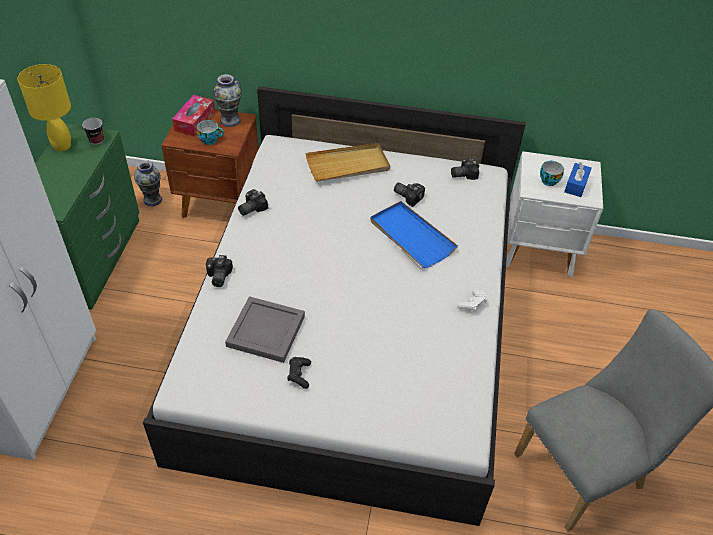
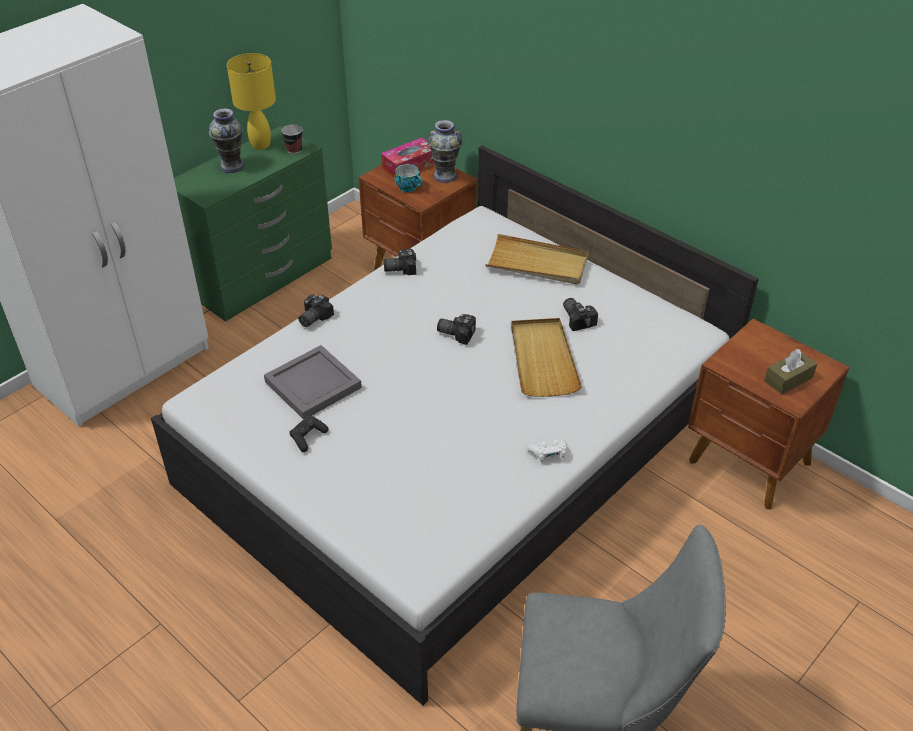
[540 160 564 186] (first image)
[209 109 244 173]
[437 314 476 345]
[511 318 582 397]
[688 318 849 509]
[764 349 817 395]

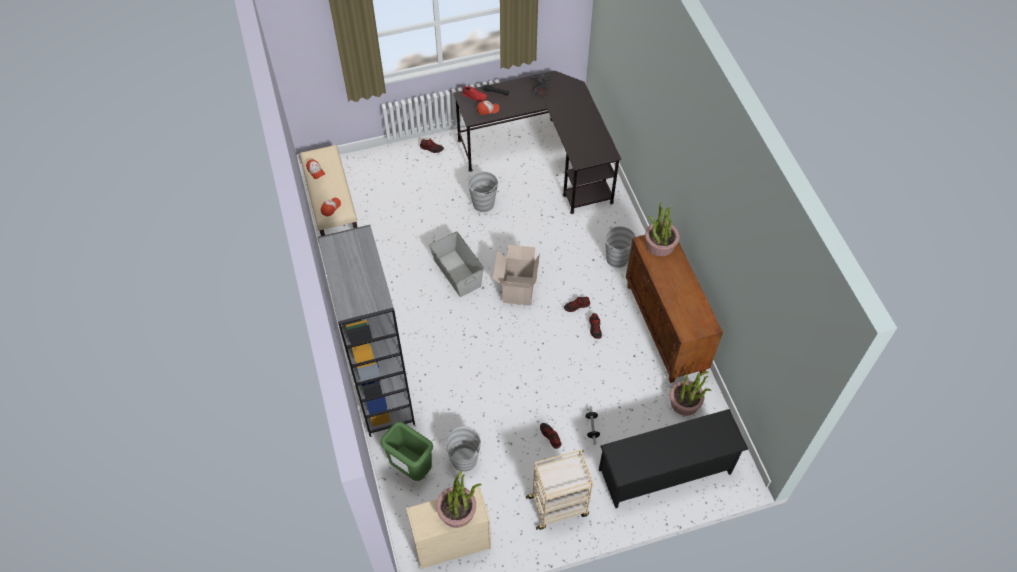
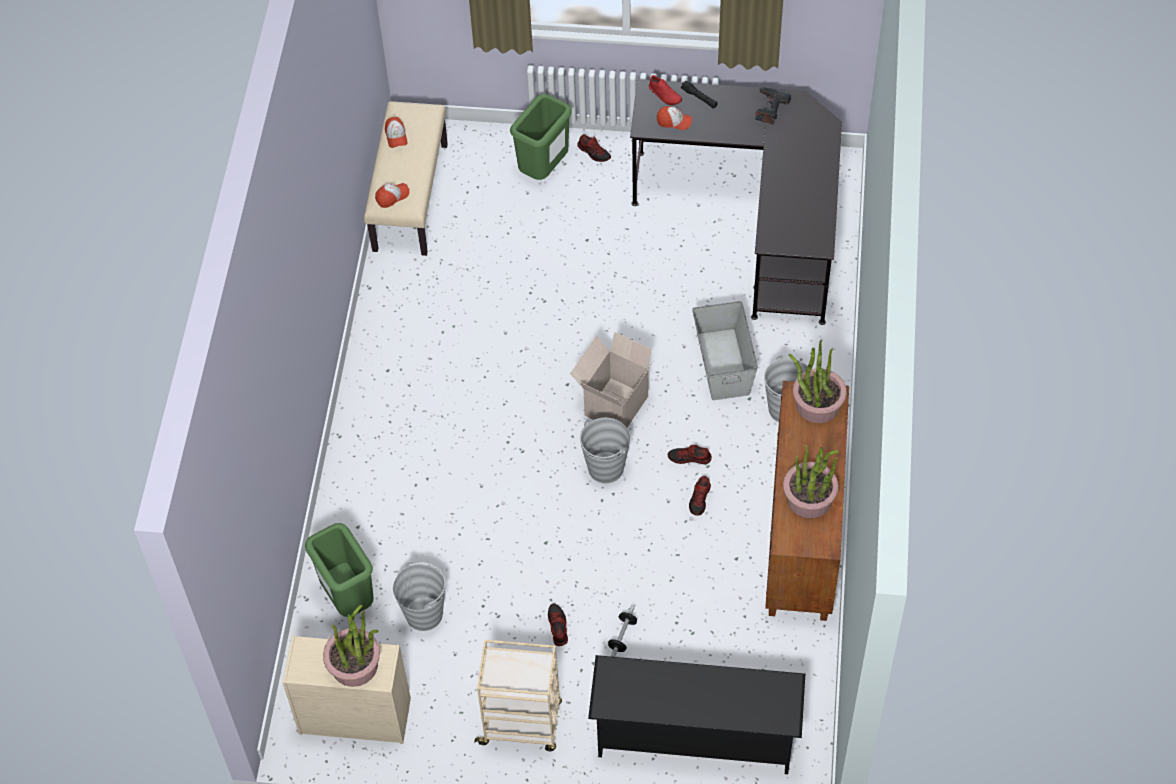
[317 225 415 437] (first image)
[510 94 572 180]
[692 301 758 400]
[580 418 630 483]
[783 445 839 518]

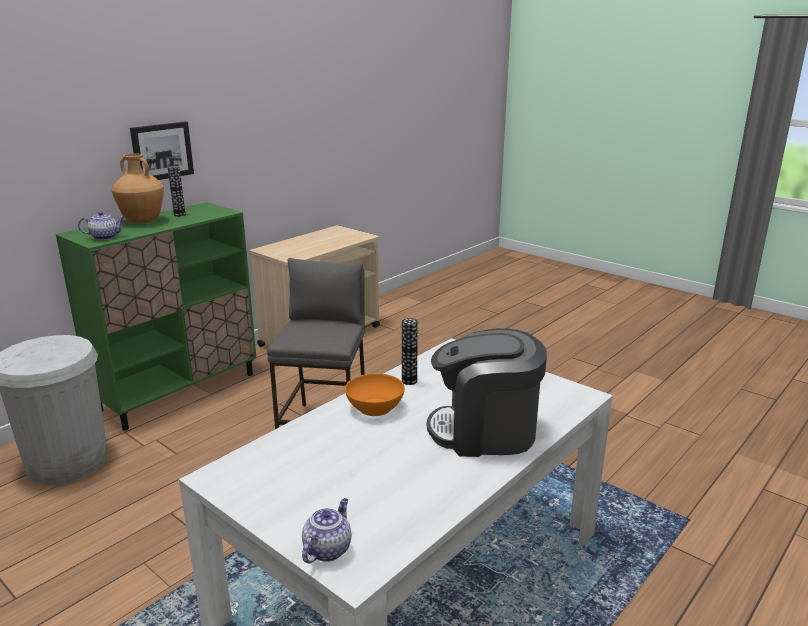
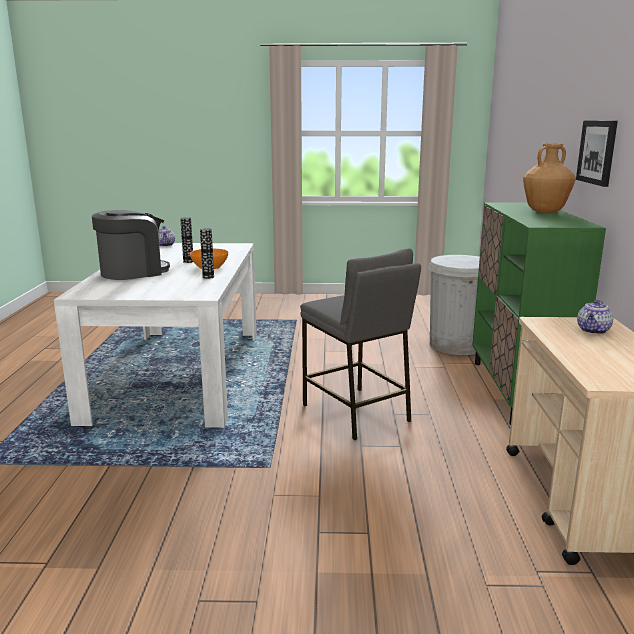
[577 300 613 334]
[180 217 193 263]

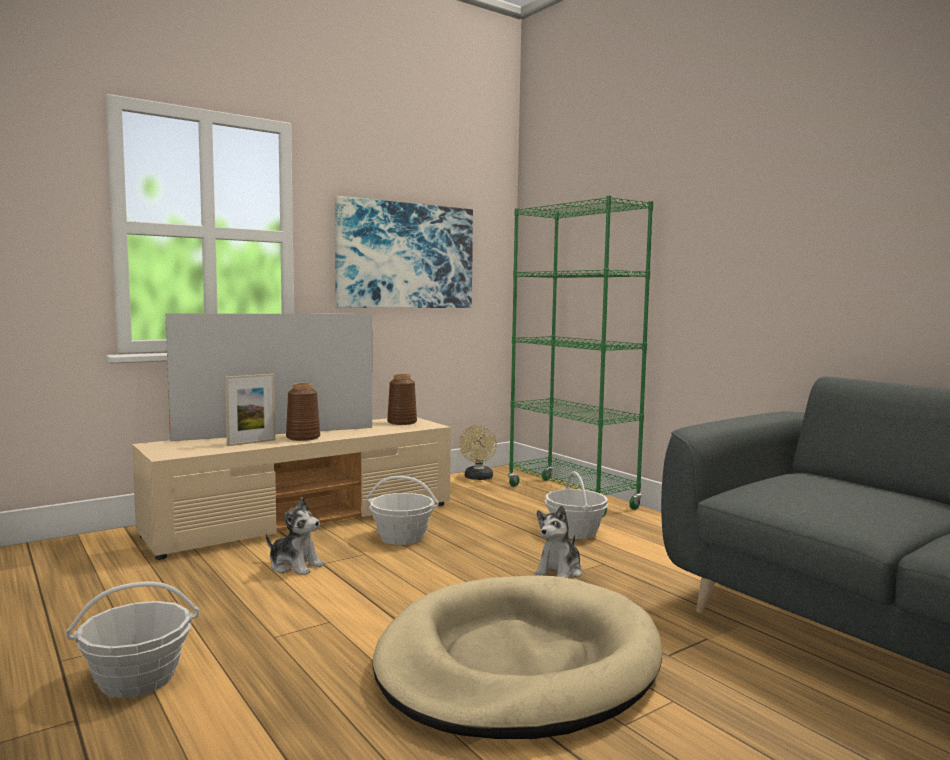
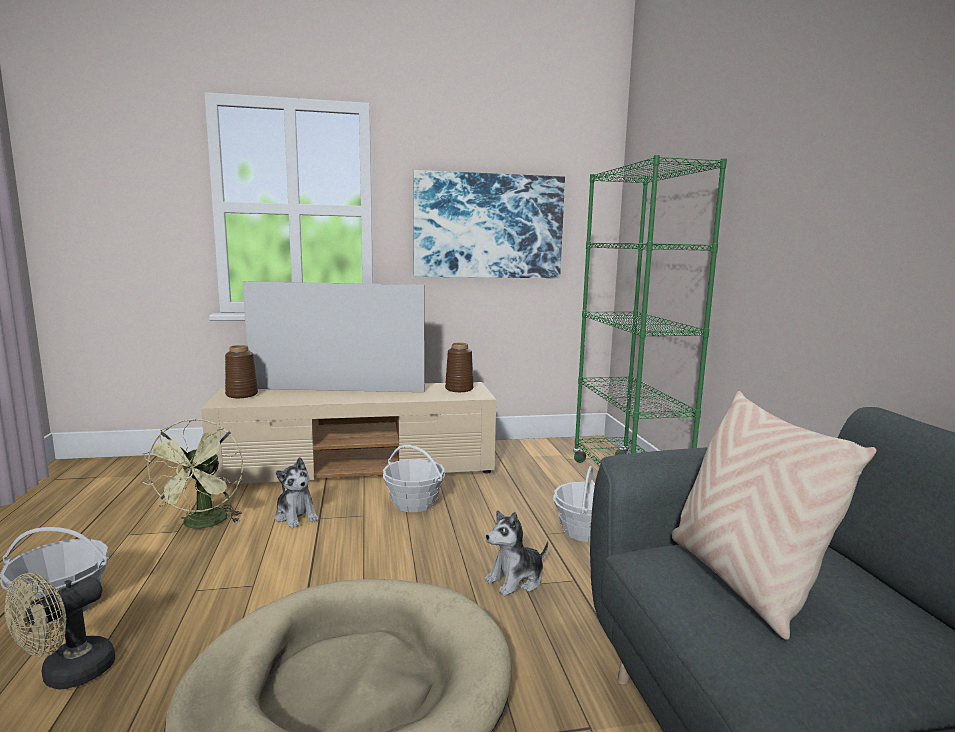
[225 374 275 446] (first image)
[142 418 243 529]
[672 391 877 640]
[225 345 258 398]
[4 573 115 690]

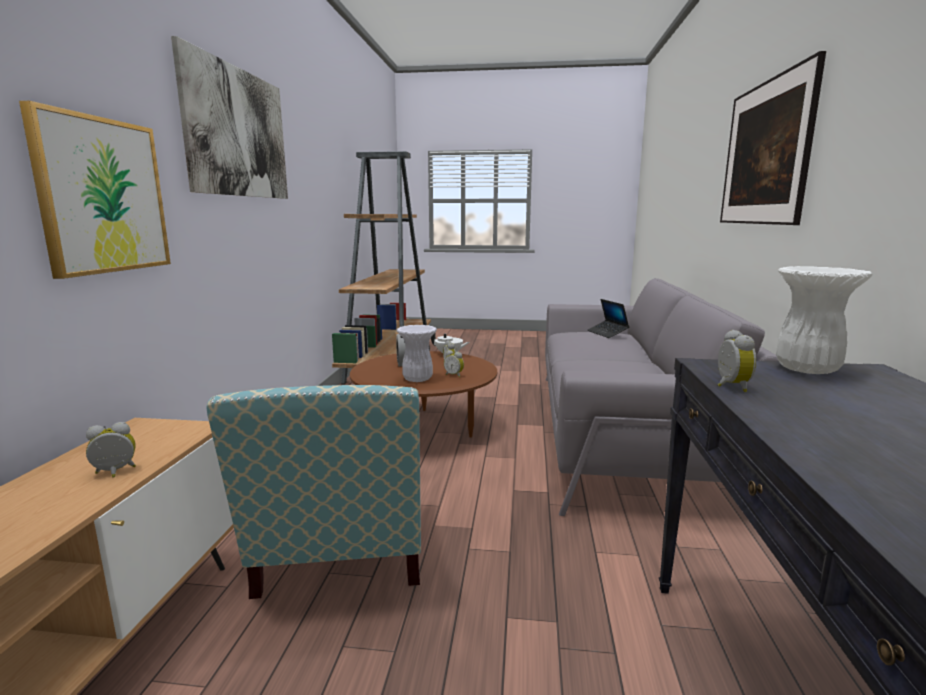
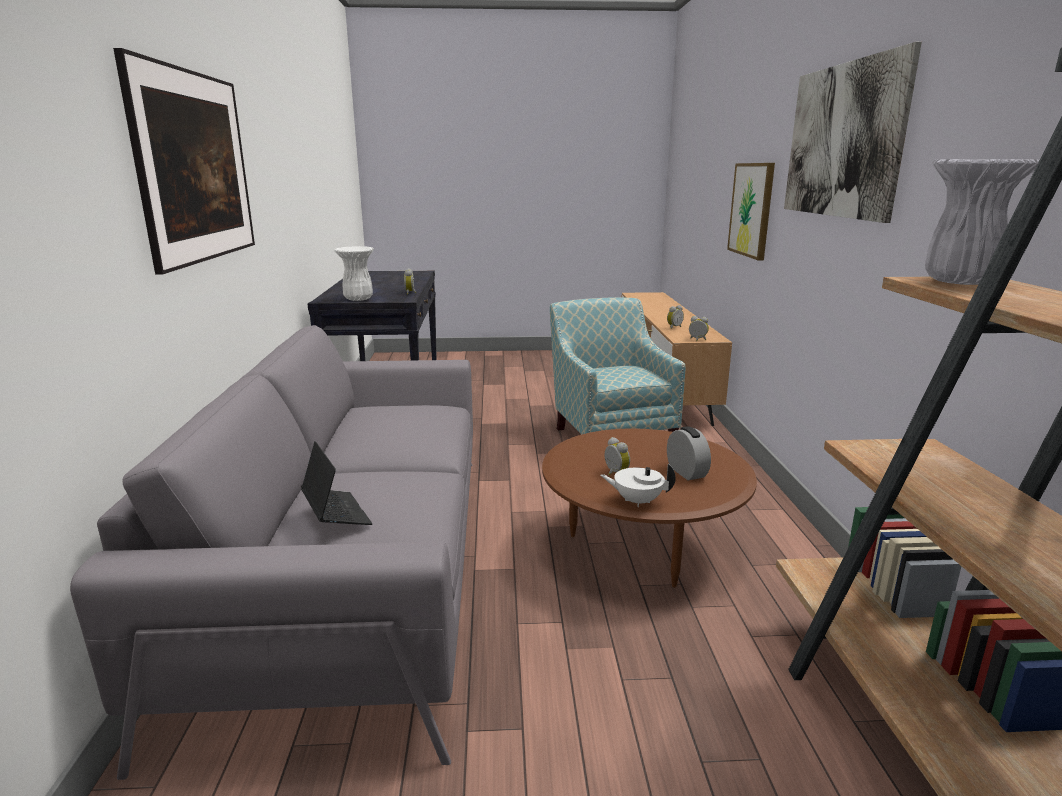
[925 159 1040 285]
[689 316 709 341]

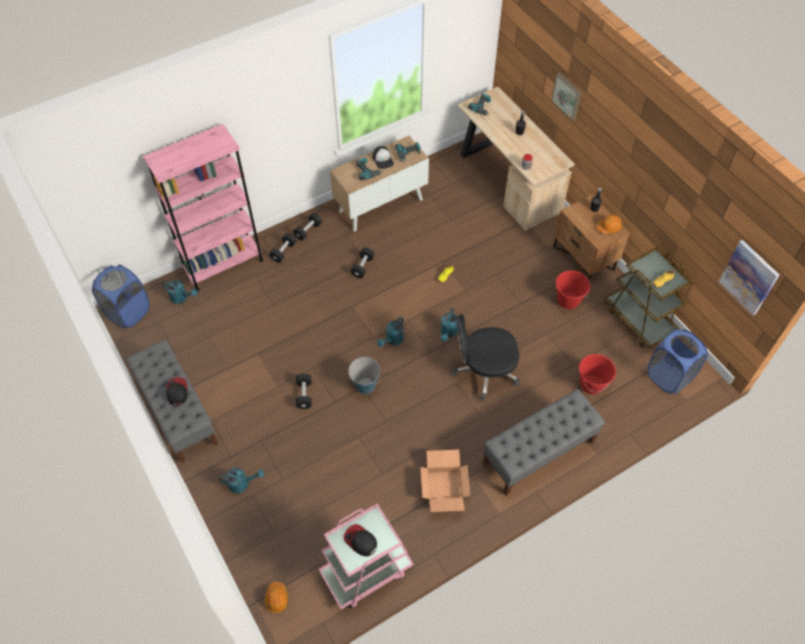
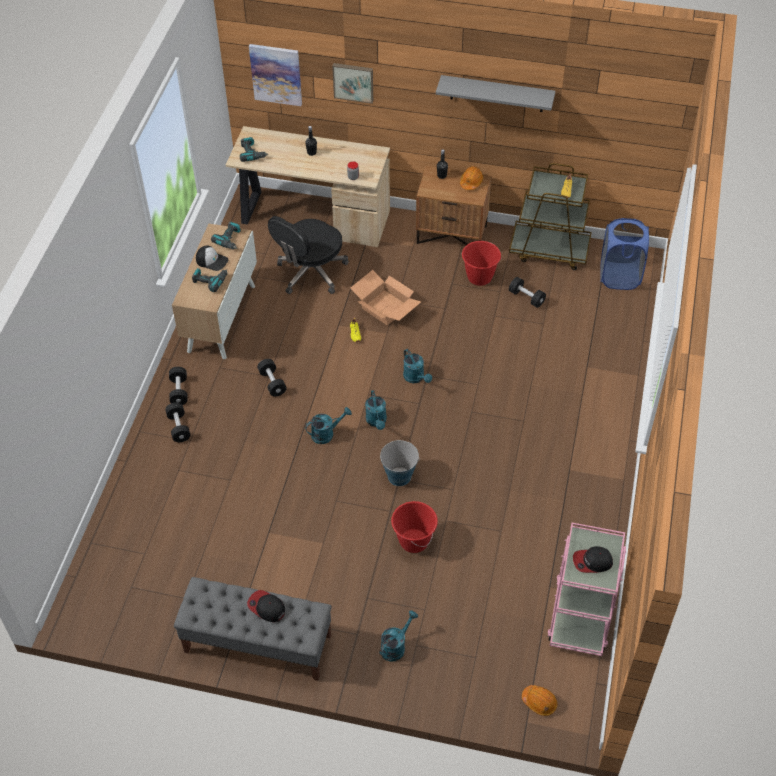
[92 265 149 328] (first image)
[143 124 263 292] (first image)
[483 389 605 496] (first image)
[436 75 555 112]
[305 407 352 444]
[509 277 546 308]
[350 270 421 325]
[268 216 349 294]
[391 501 438 553]
[249 44 302 106]

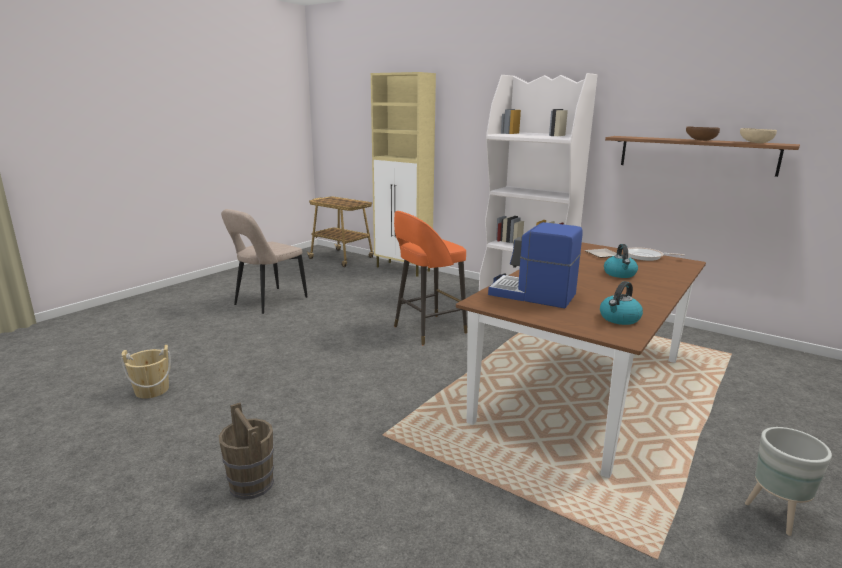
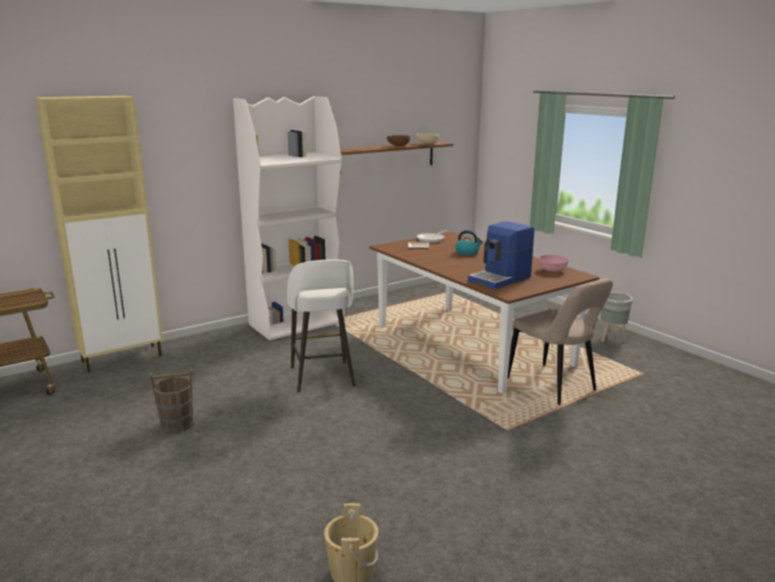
[149 368 194 433]
[508 278 613 405]
[538 255 568 272]
[287 259 356 393]

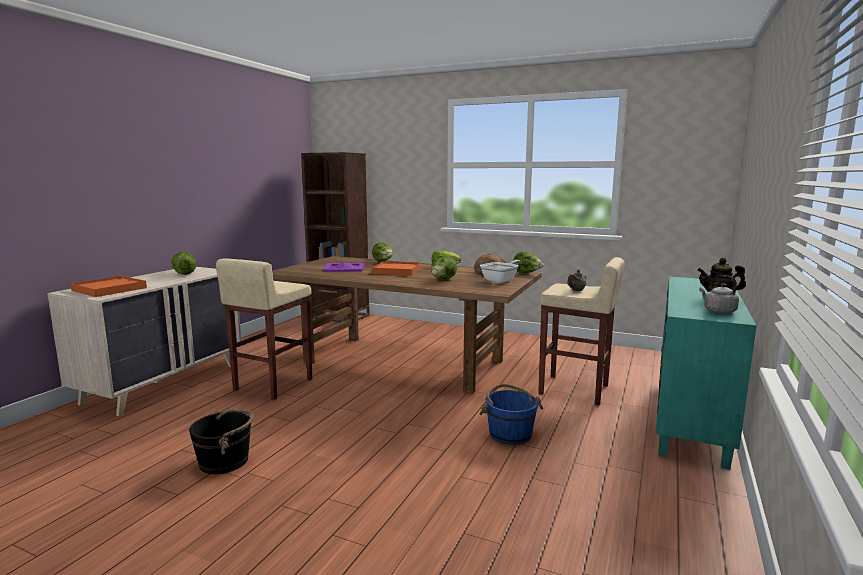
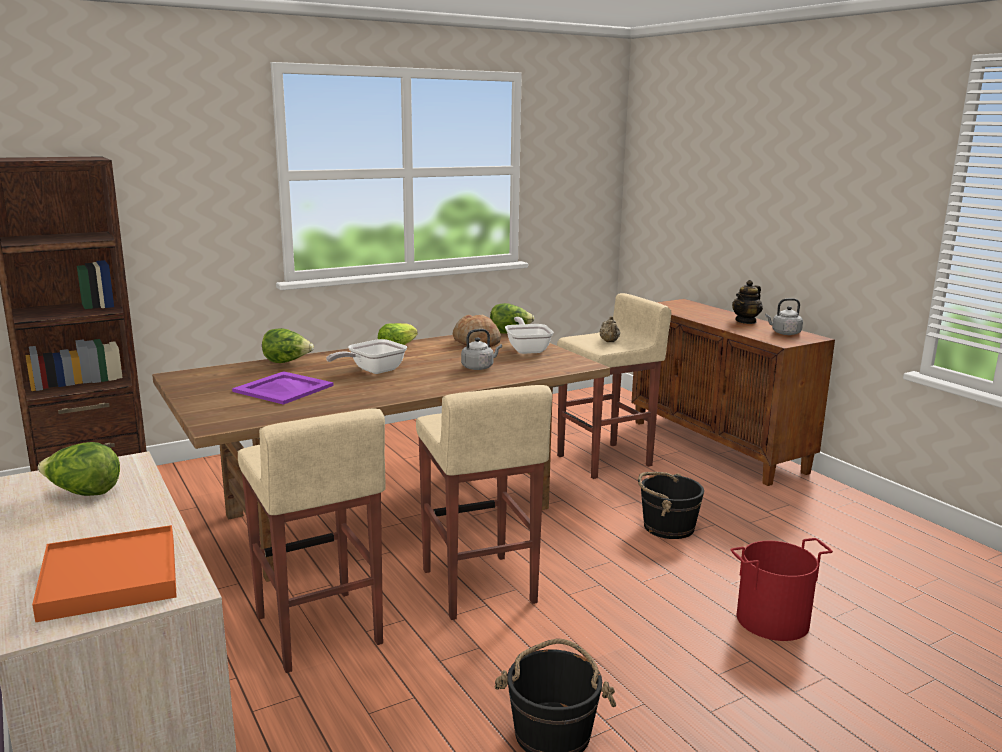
[416 385 552 620]
[731 538 833 641]
[326 339 407 374]
[461 329 502 370]
[638 472 704 539]
[631 299 835 486]

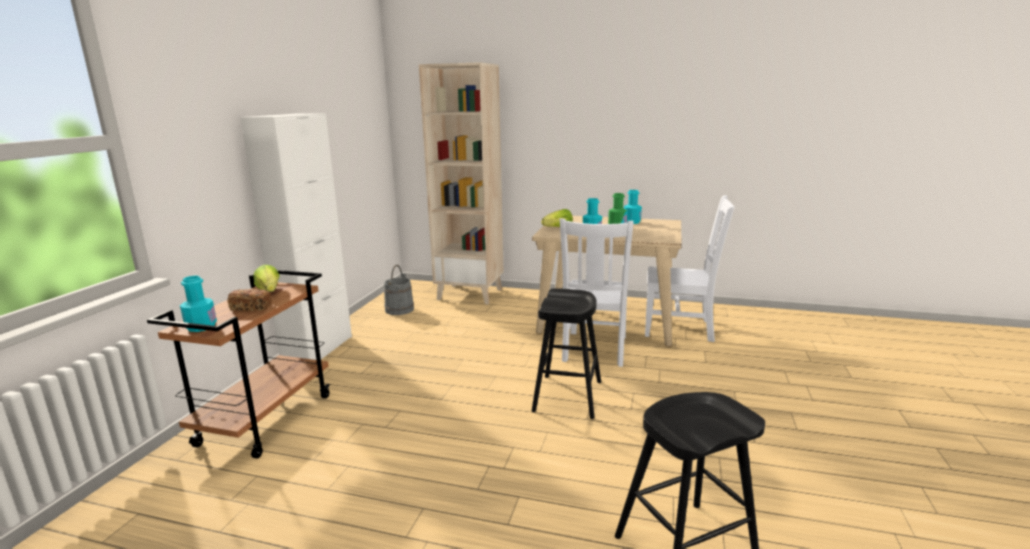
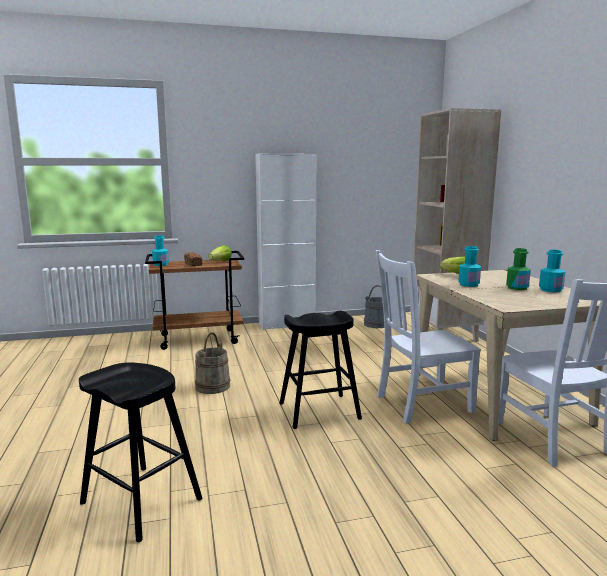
[195 332 230 394]

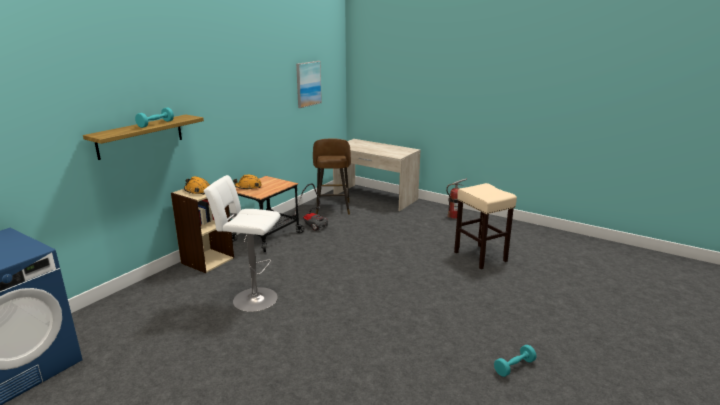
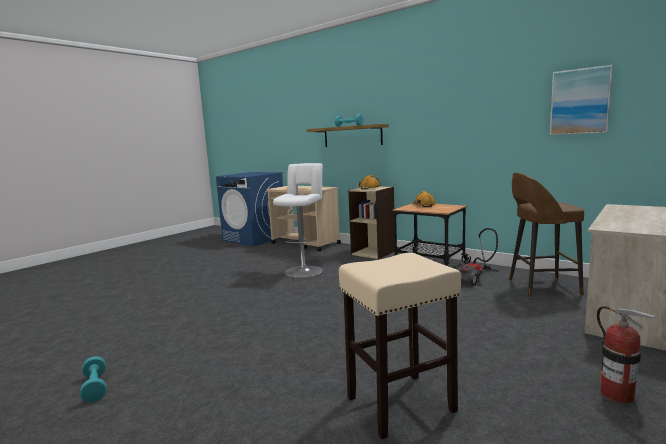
[267 186 341 251]

